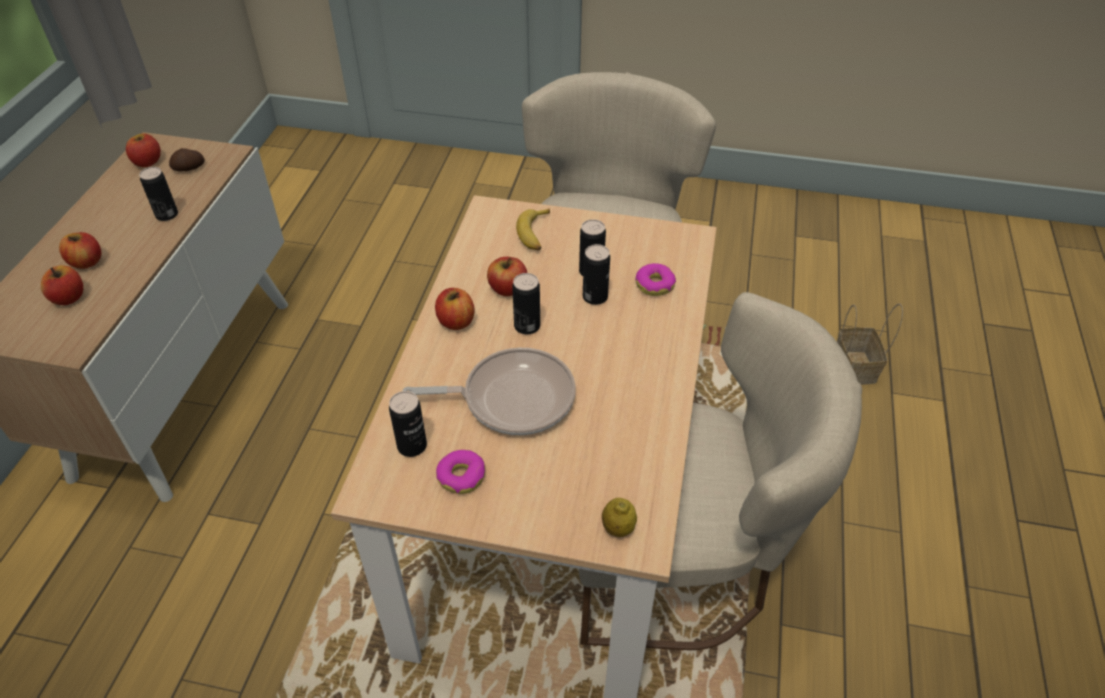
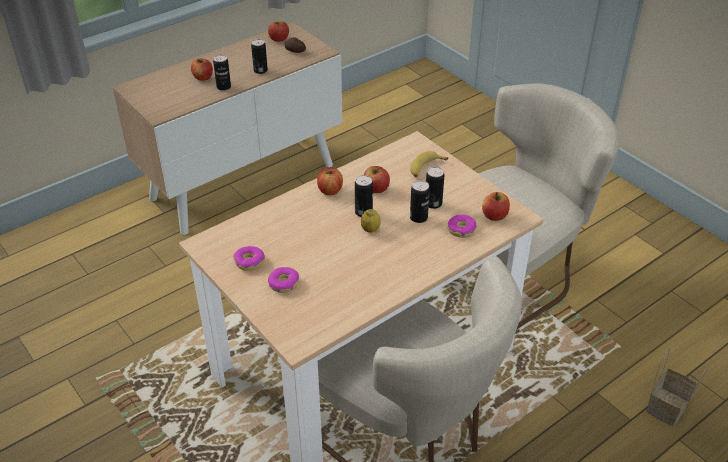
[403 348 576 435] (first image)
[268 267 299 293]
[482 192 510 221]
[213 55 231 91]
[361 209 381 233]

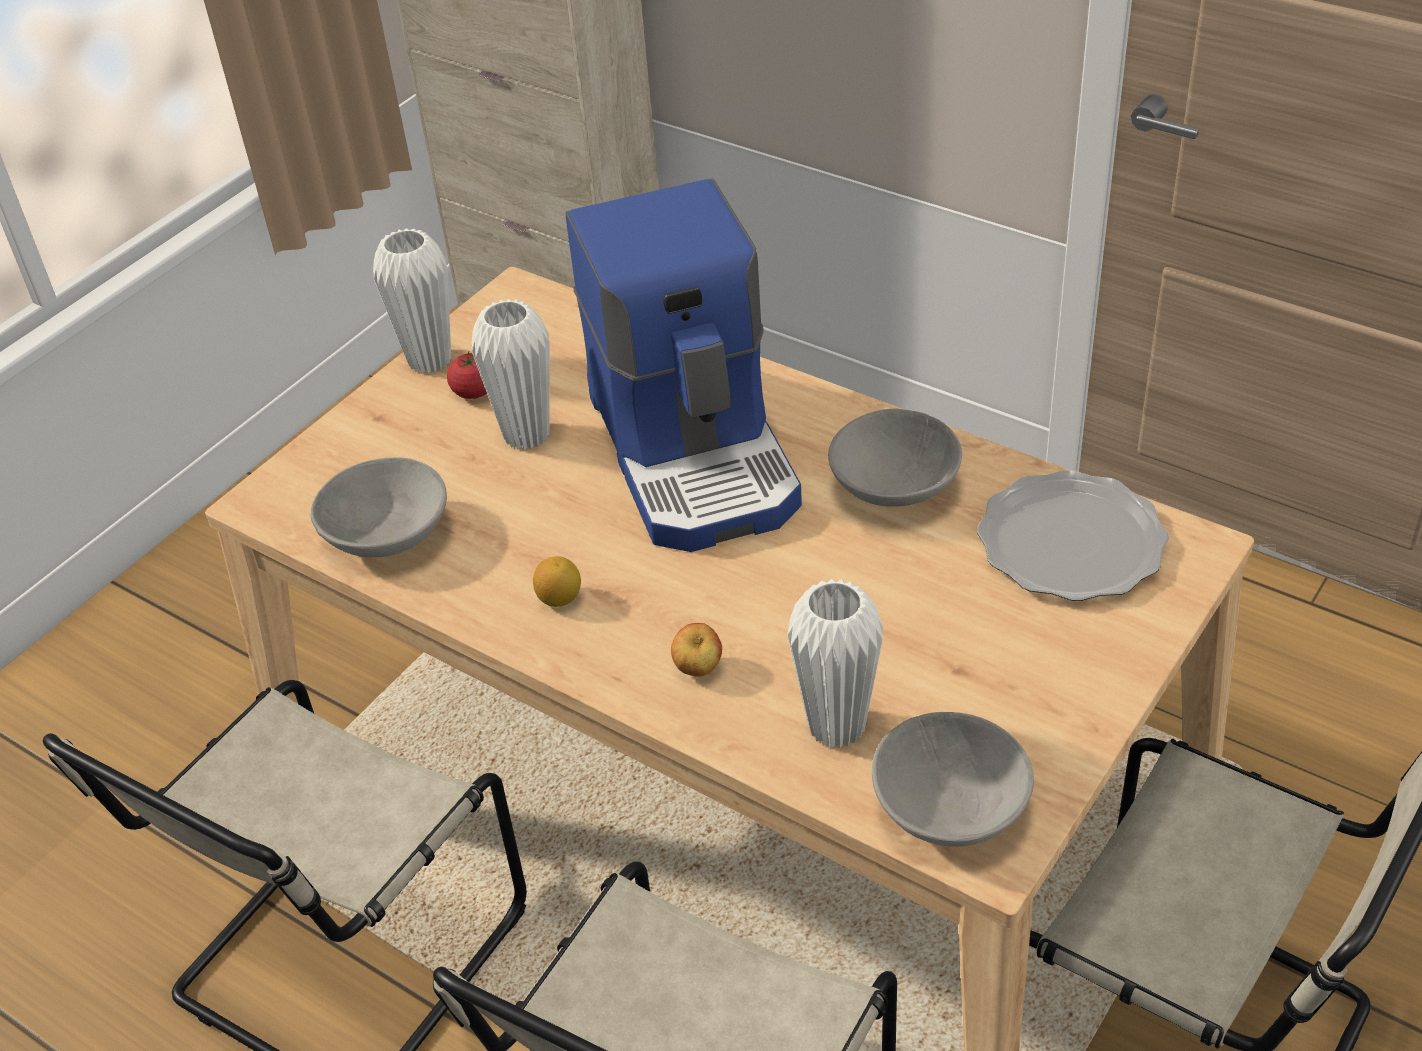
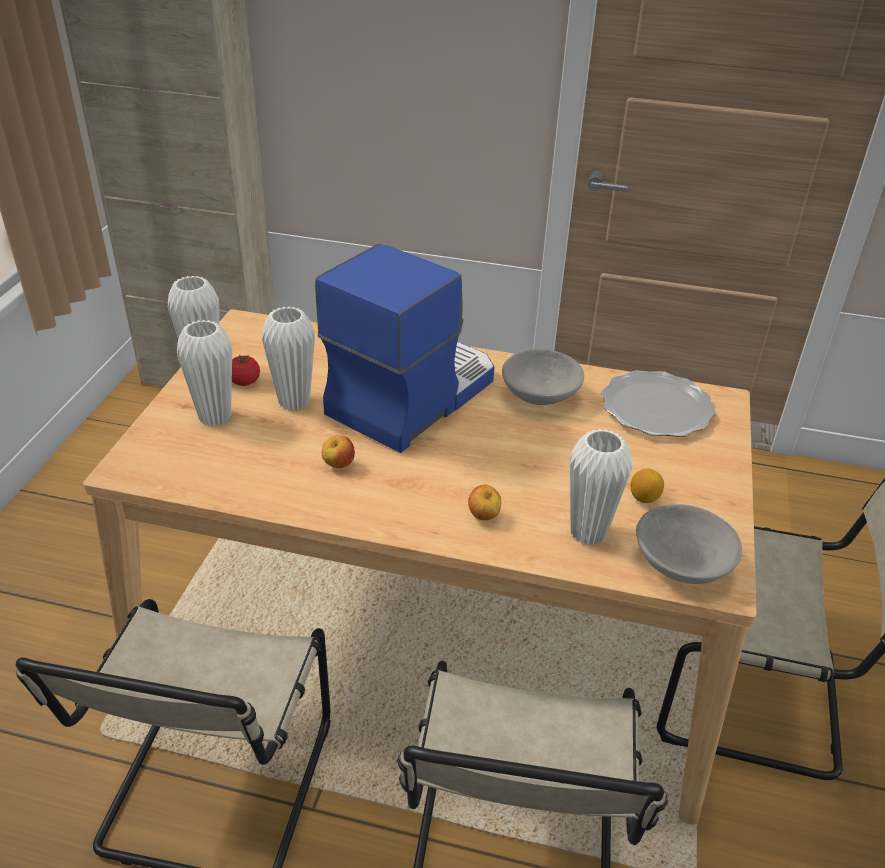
[311 457 447 557] (first image)
[177 320 232 426]
[322 435 355 468]
[630 469 664 503]
[315 244 494 453]

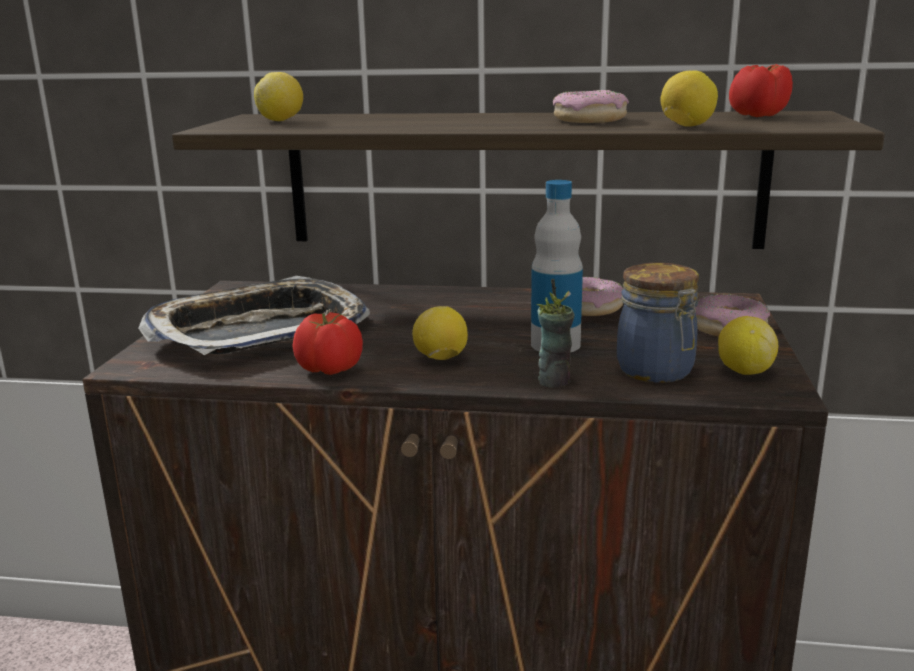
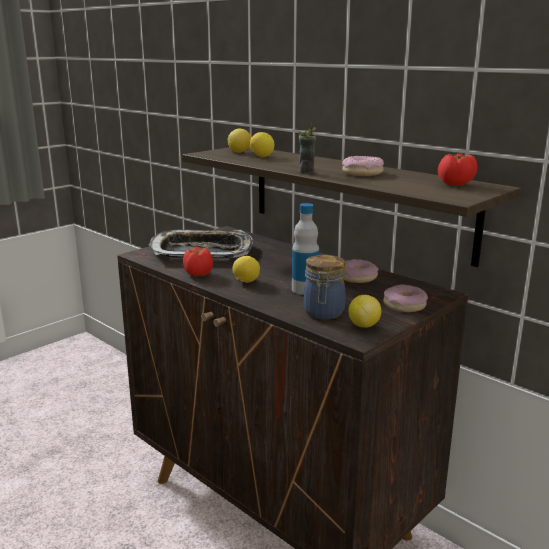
[298 122 316 174]
[250 132 274 157]

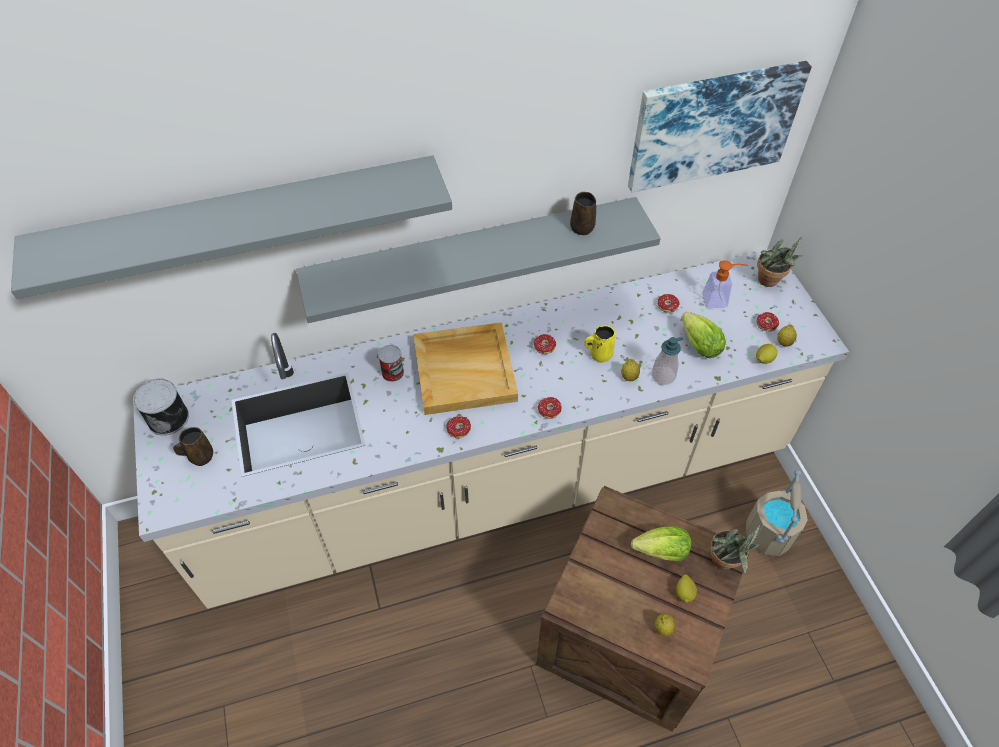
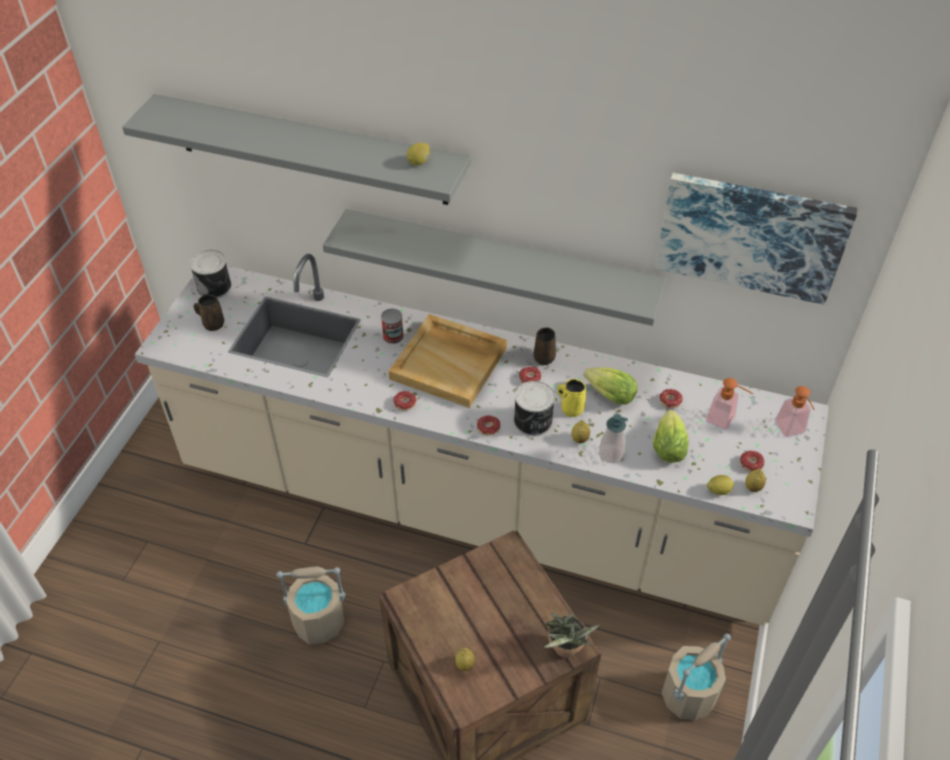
[276 566 346 645]
[514 381 555 436]
[533 328 556 365]
[584 367 638 404]
[407 143 430 166]
[775 386 815 437]

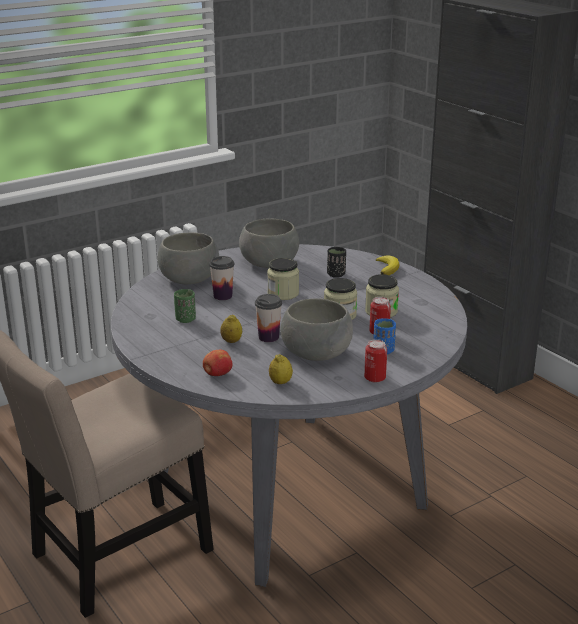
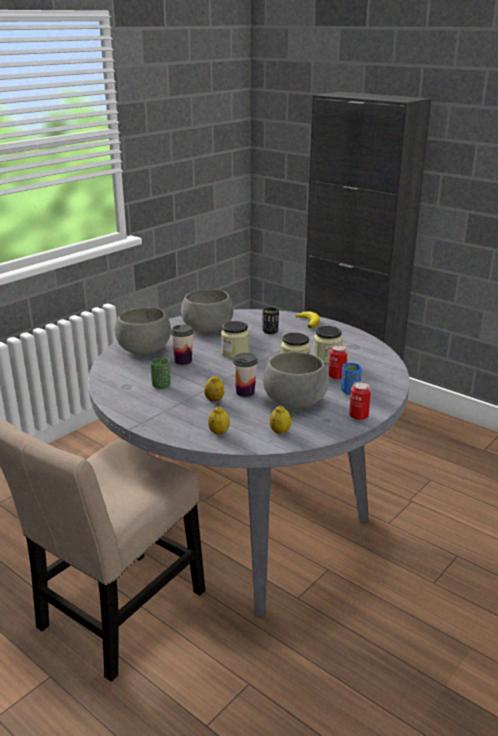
[208 407 230 434]

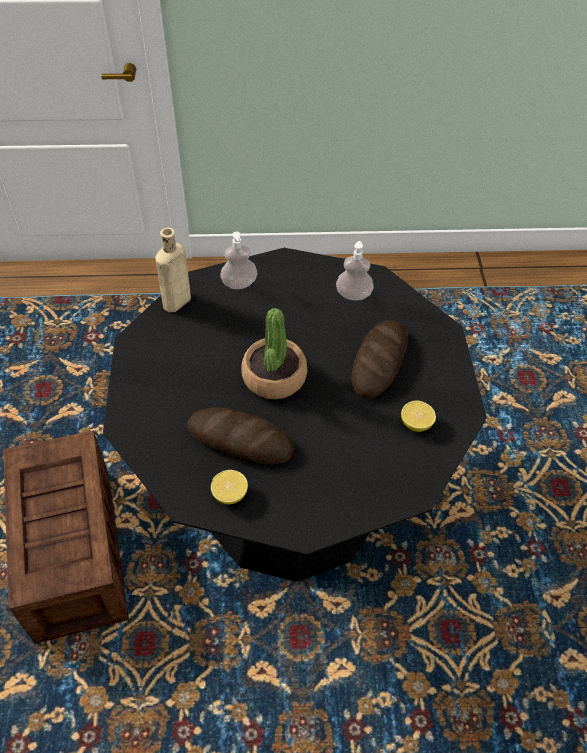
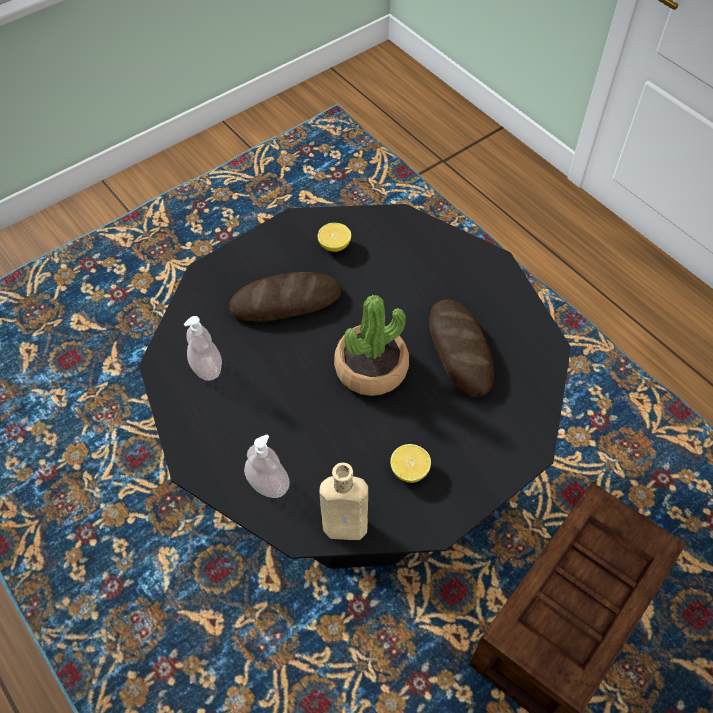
[390 444 431 483]

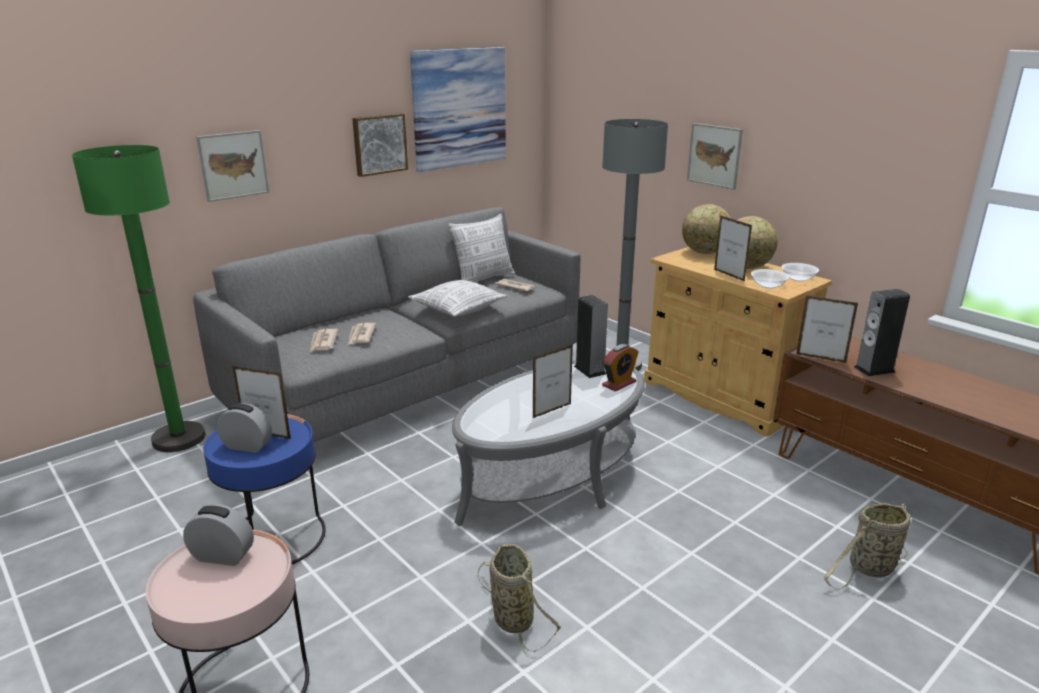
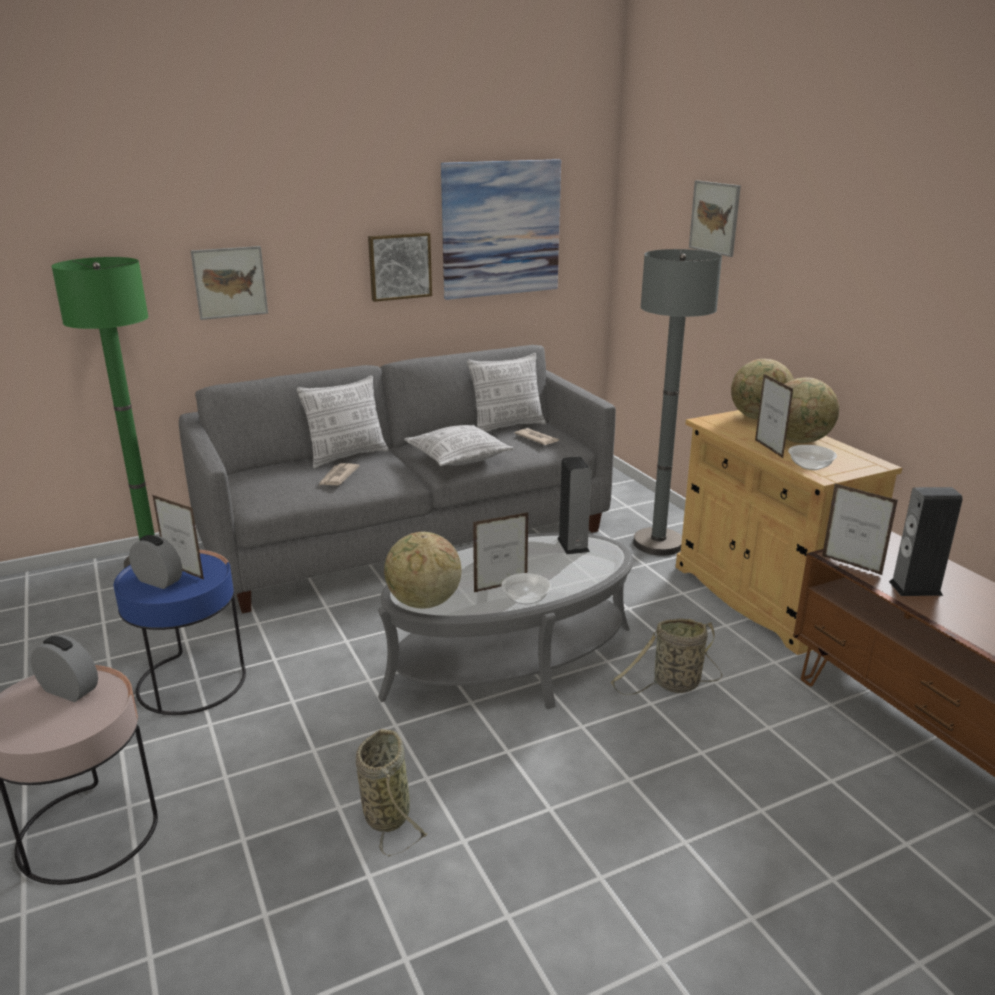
[310 329 338 352] (first image)
[602 344 639 392] (first image)
[297 376 389 468]
[384 532 461 608]
[689 180 741 257]
[501 573 551 604]
[611 618 723 695]

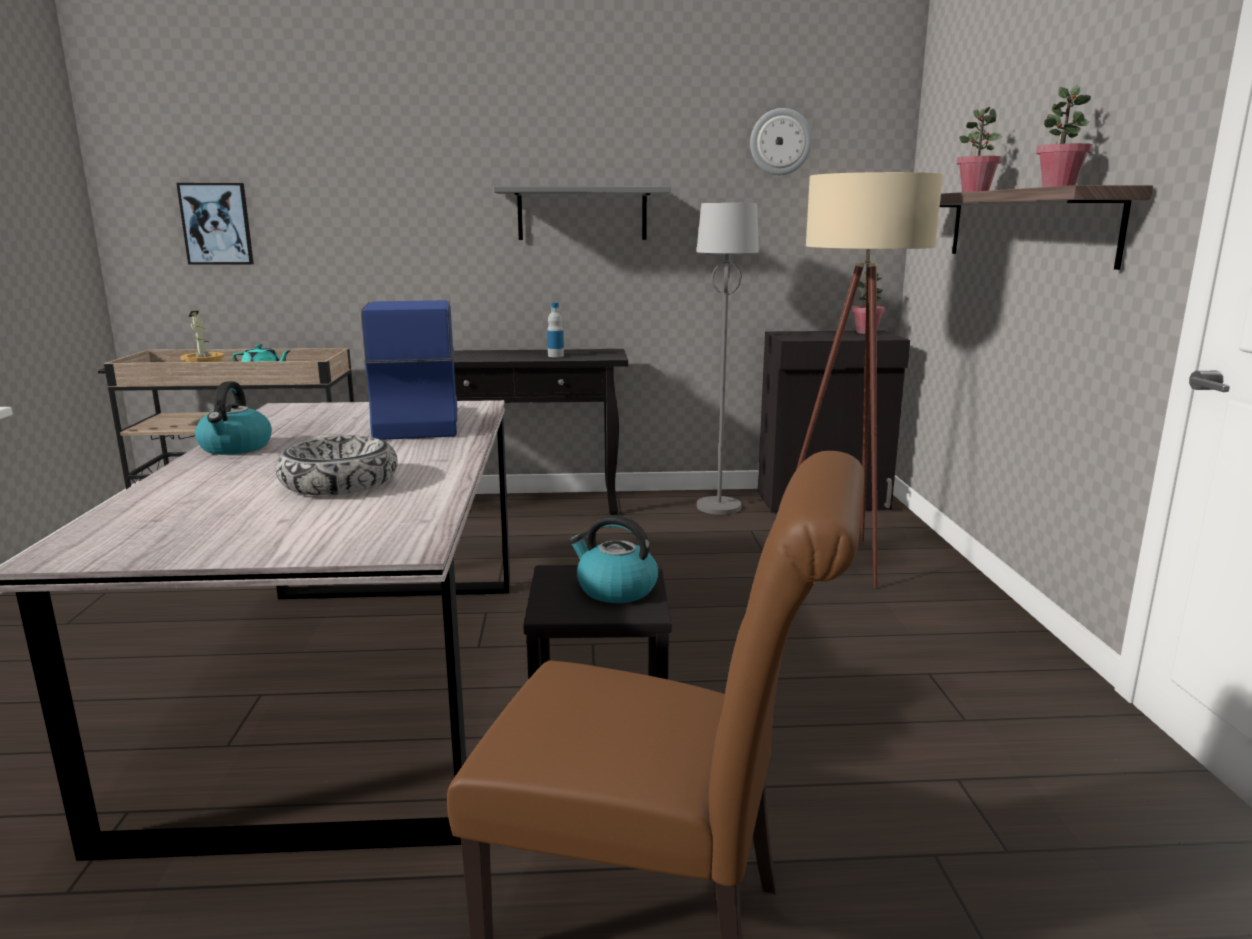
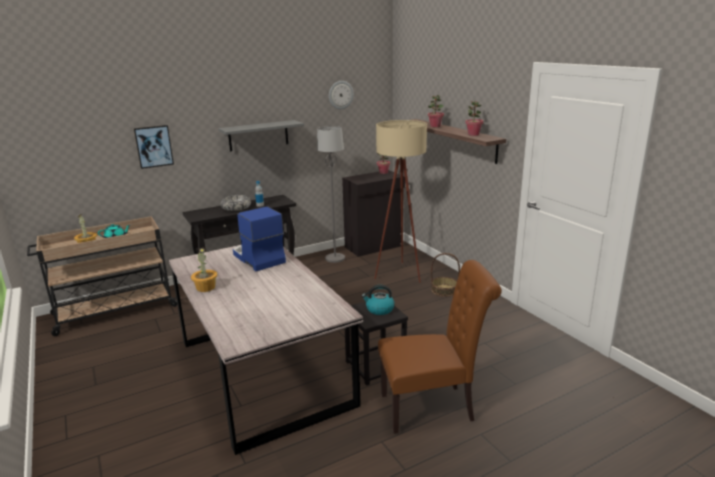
[431 253 460 297]
[134 125 174 169]
[220 195 251 211]
[191 247 217 292]

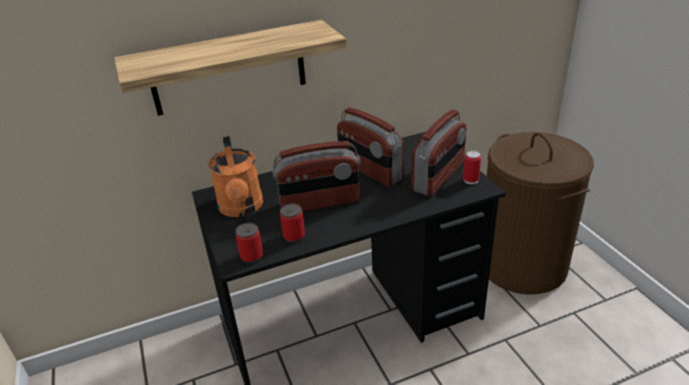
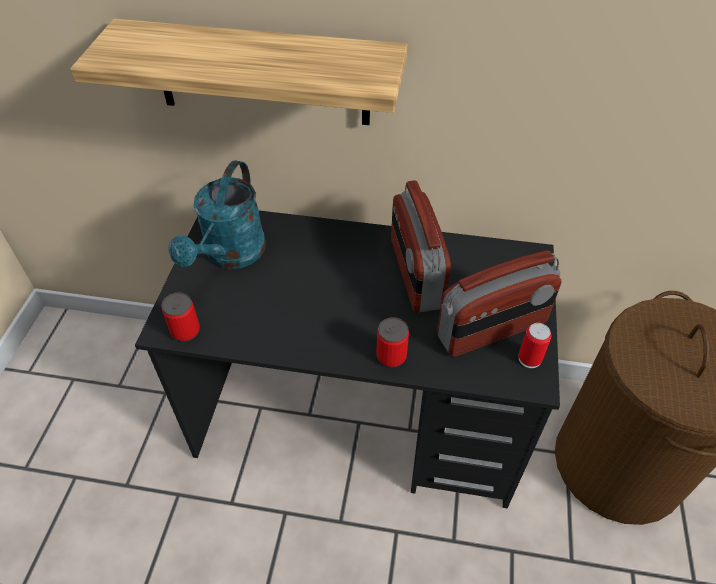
[272 141 361 211] (first image)
[376 317 409 368]
[168 160 266 269]

